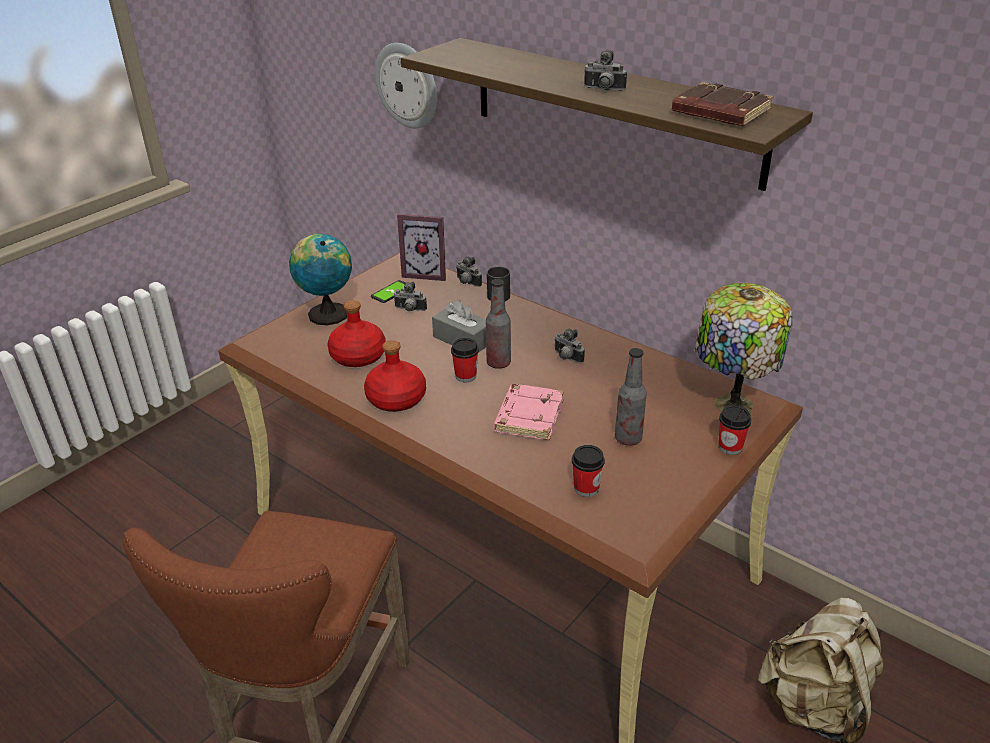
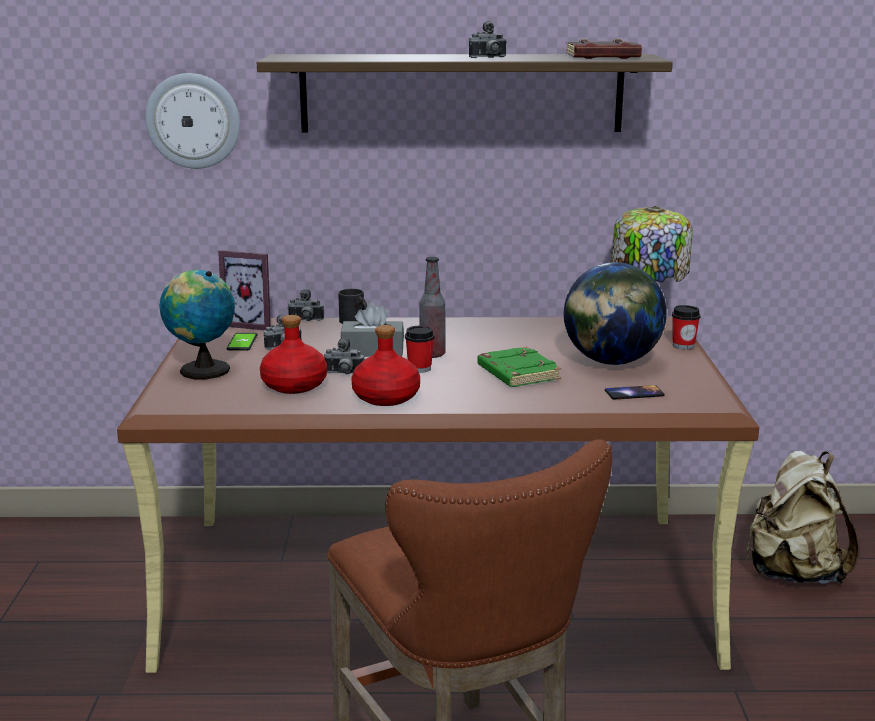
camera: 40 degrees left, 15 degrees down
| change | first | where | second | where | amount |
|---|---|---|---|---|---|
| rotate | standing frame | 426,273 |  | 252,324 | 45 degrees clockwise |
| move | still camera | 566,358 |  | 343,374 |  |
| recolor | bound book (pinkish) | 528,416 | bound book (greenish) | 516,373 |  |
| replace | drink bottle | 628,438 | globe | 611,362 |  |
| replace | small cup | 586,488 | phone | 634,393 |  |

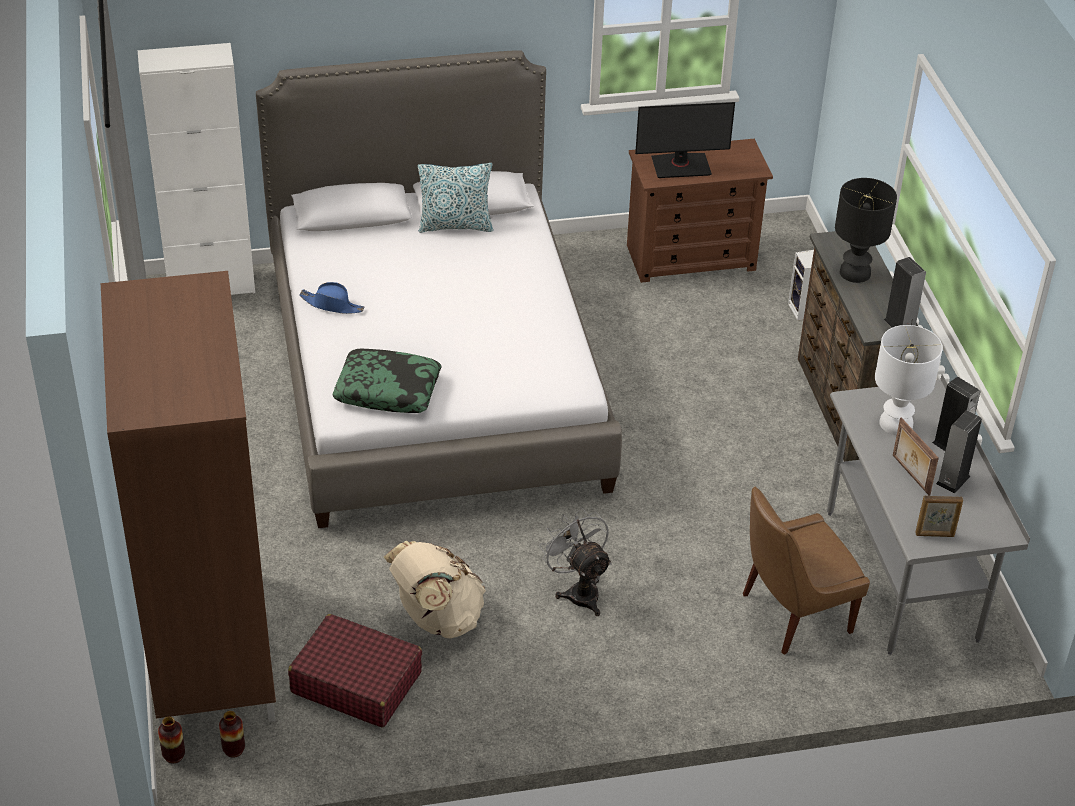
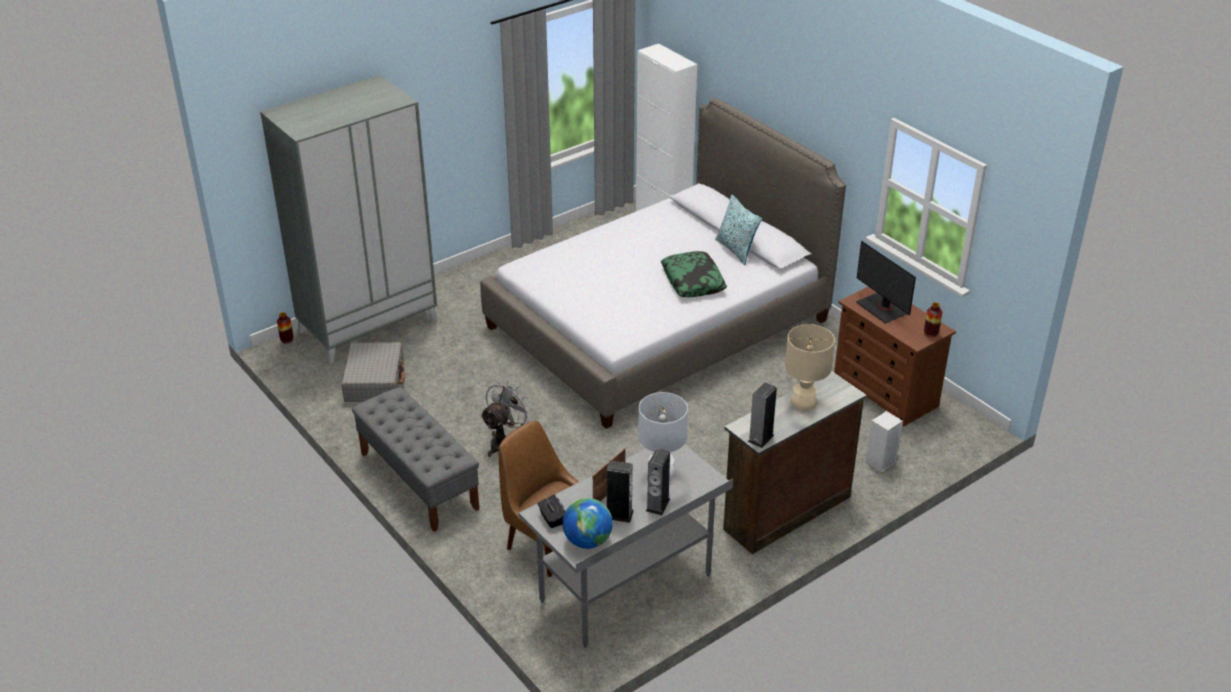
camera: 65 degrees right, 5 degrees down
| change | first | where | second | where | amount |
|---|---|---|---|---|---|
| recolor | wardrobe (brown) | 210,650 | wardrobe (gray) | 368,325 |  |
| recolor | piece of luggage (reddish) | 356,682 | piece of luggage (gray) | 375,381 |  |
| insert |  |  | bench (gray) | 418,481 |  |
| replace | standing frame | 935,535 | tissue holder (blackish) | 552,518 |  |
| insert |  |  | globe | 587,541 |  |
| move | throw pillow | 388,390 |  | 693,281 |  |
| recolor | lamp for a table (blackish) | 855,272 | lamp for a table (sand-coloured) | 804,402 |  |
| move | decorative vase | 234,750 |  | 931,333 |  |
| delete | clothing hat (bluish) | 332,305 |  |  |  |
| delete | knapsack (sand-coloured) | 436,618 |  |  |  |

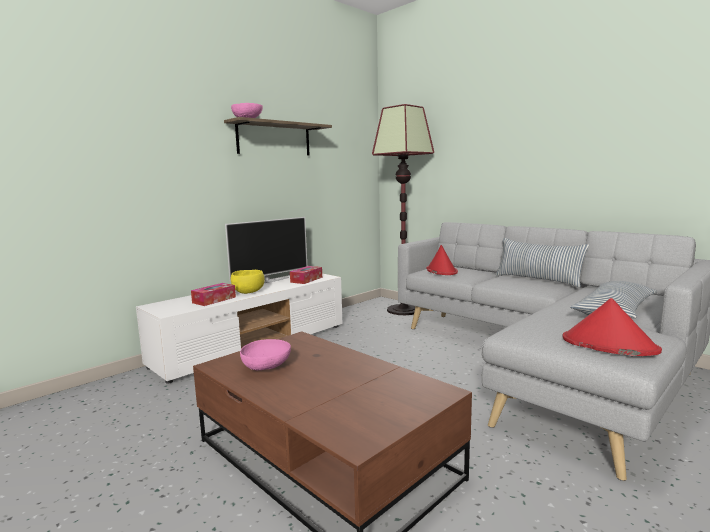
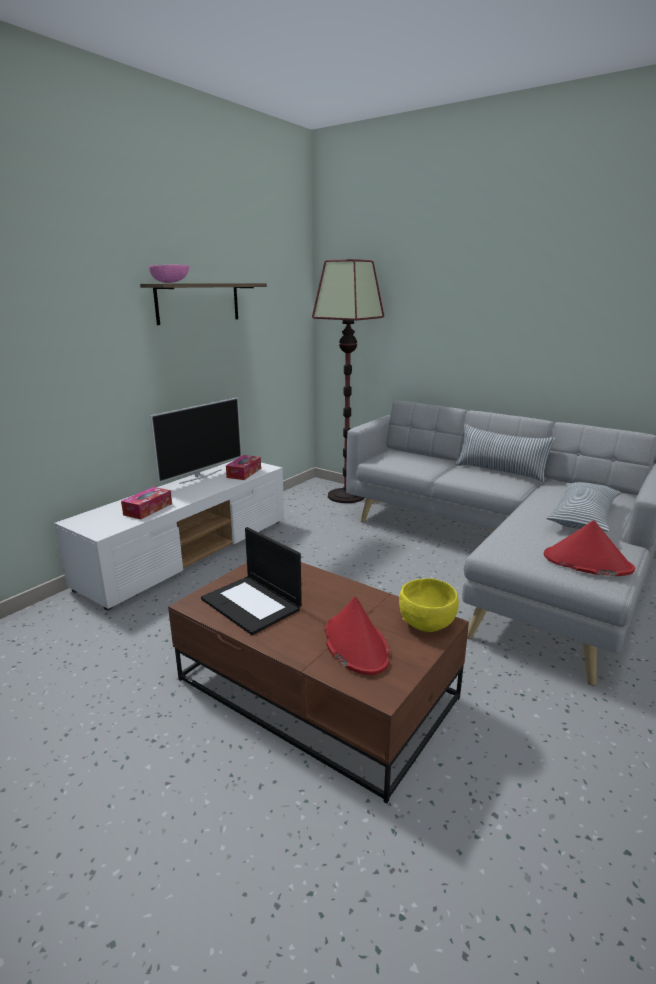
camera: 10 degrees left, 10 degrees up
| change | first | where | second | where | amount |
|---|---|---|---|---|---|
| replace | serving bowl (pinkish) | 267,368 | portable computer | 252,604 |  |
| move | clothing hat (reddish) | 441,271 |  | 355,644 |  |
| move | serving bowl (yellowish) | 249,292 |  | 427,622 |  |

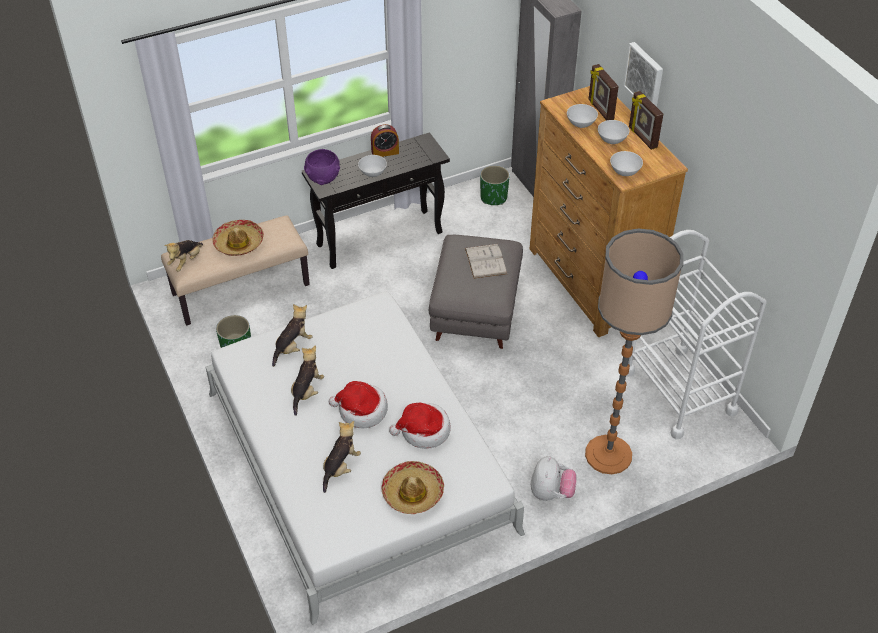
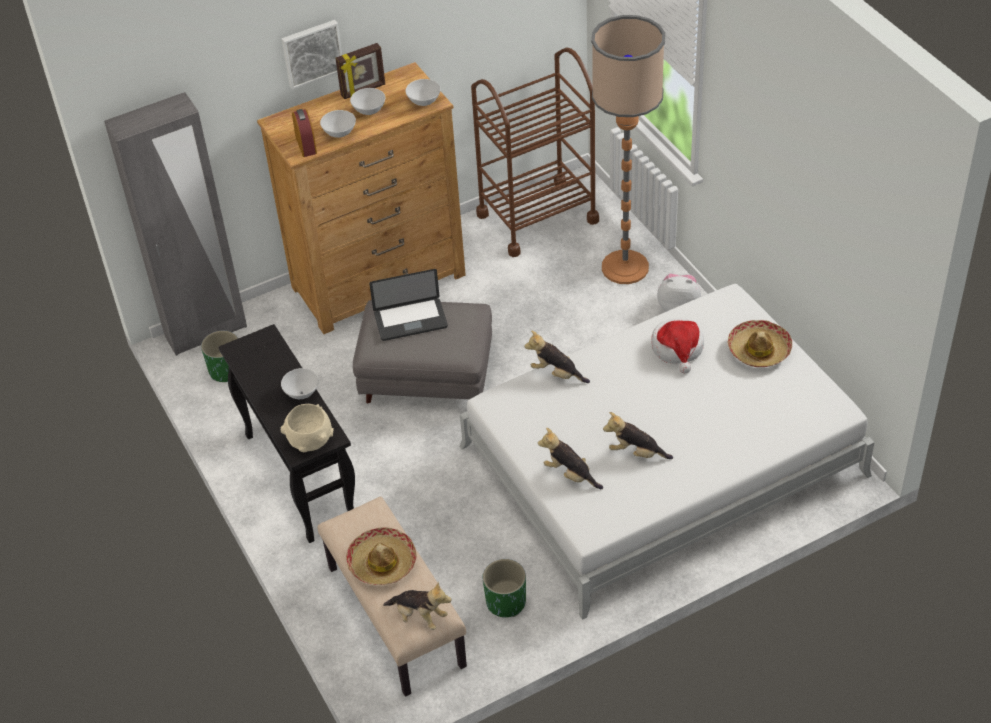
camera: 90 degrees left, 0 degrees up
| change | first | where | second | where | amount |
|---|---|---|---|---|---|
| recolor | serving bowl (purple-coloured) | 323,178 | serving bowl (sand-coloured) | 310,442 |  |
| move | table clock | 385,152 |  | 306,145 |  |
| replace | bound book (white-coloured) | 485,261 | portable computer | 410,320 |  |
| recolor | wheeled cart (white-coloured) | 679,391 | wheeled cart (brown) | 537,217 |  |
| move | cuddly toy | 340,467 |  | 556,373 |  |
| delete | clothing hat | 361,411 |  |  |  |
| delete | standing frame | 600,110 |  |  |  |

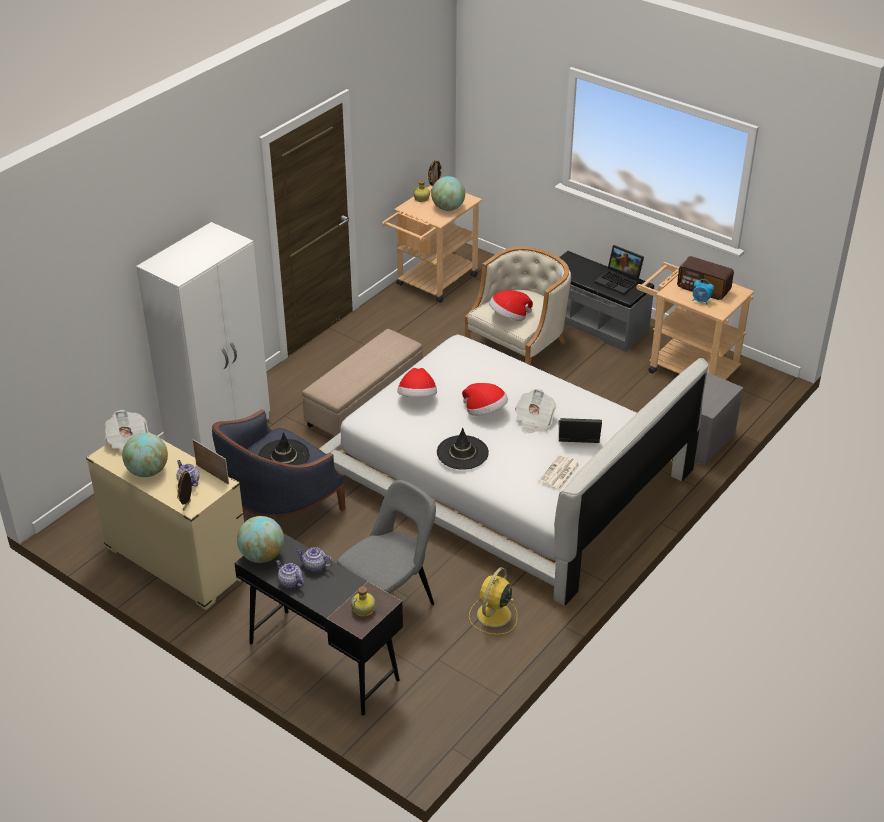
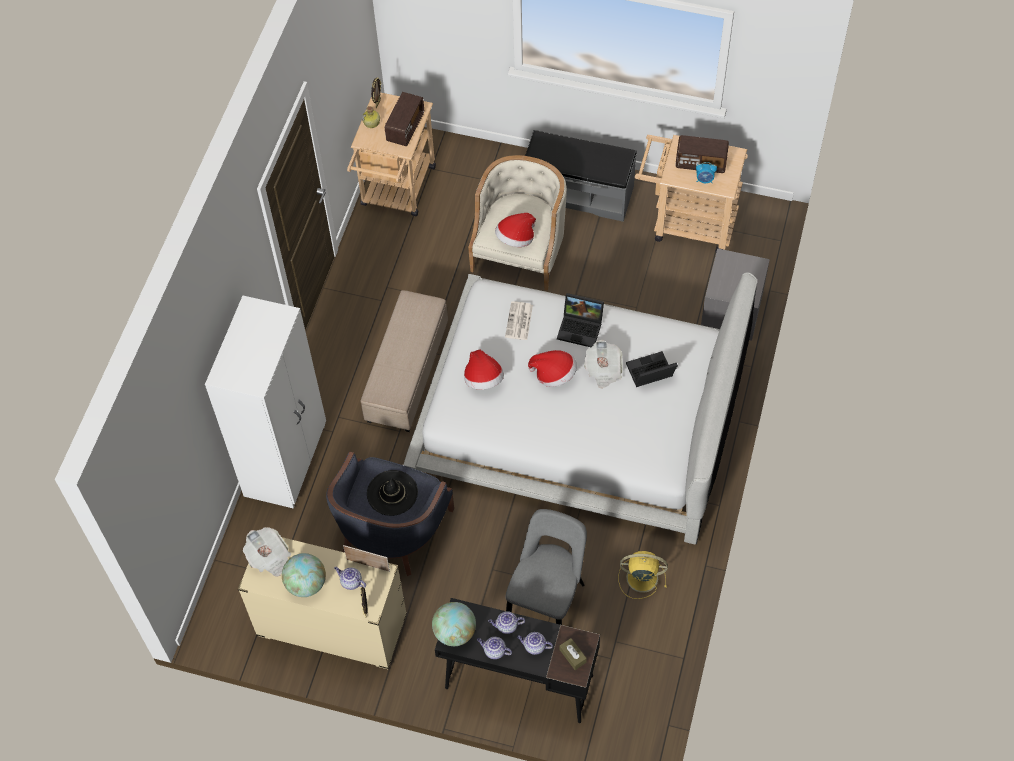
camera: 20 degrees left, 20 degrees up
| change | first | where | second | where | amount |
|---|---|---|---|---|---|
| replace | globe | 448,208 | radio set | 405,128 |  |
| move | newspaper | 559,473 |  | 519,321 |  |
| insert |  |  | teapot | 534,646 |  |
| move | portable computer | 619,281 |  | 581,328 |  |
| replace | drink bottle | 364,609 | tissue holder (brown) | 572,656 |  |
| rotate | cooling fan (yellowish) | 493,615 |  | 640,577 | 90 degrees clockwise |
| delete | clothing hat (blackish) | 462,453 |  |  |  |

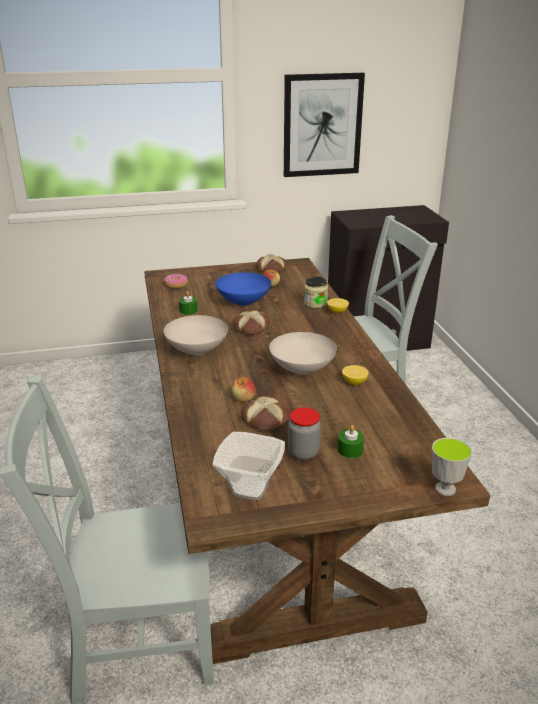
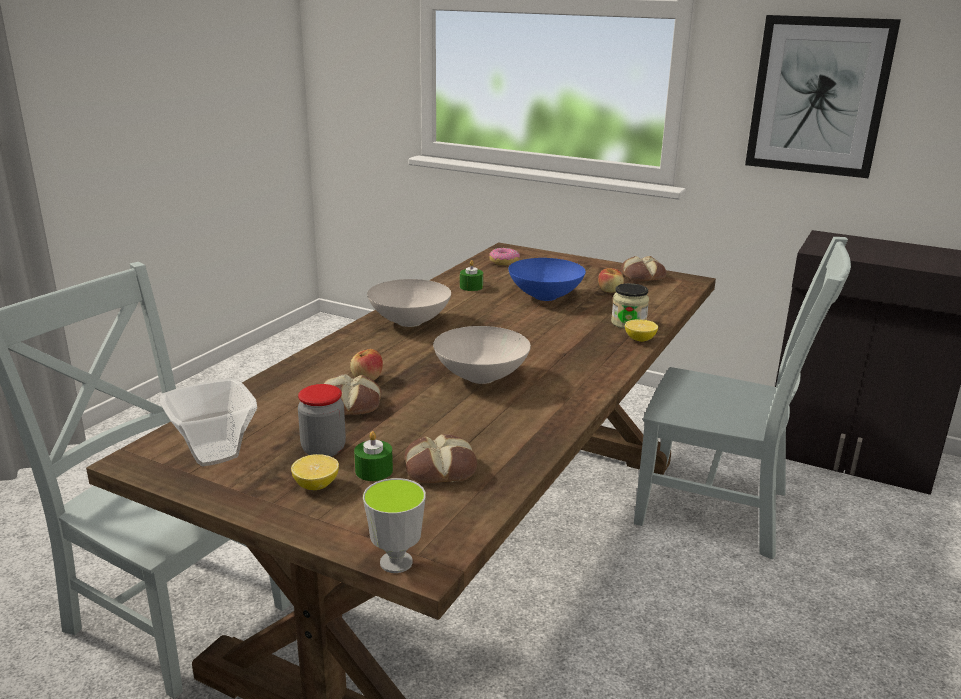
camera: 40 degrees right, 5 degrees down
| change | first | where | second | where | amount |
|---|---|---|---|---|---|
| move | citrus fruit | 354,382 |  | 316,485 |  |
| move | bakery bread | 250,327 |  | 440,468 |  |

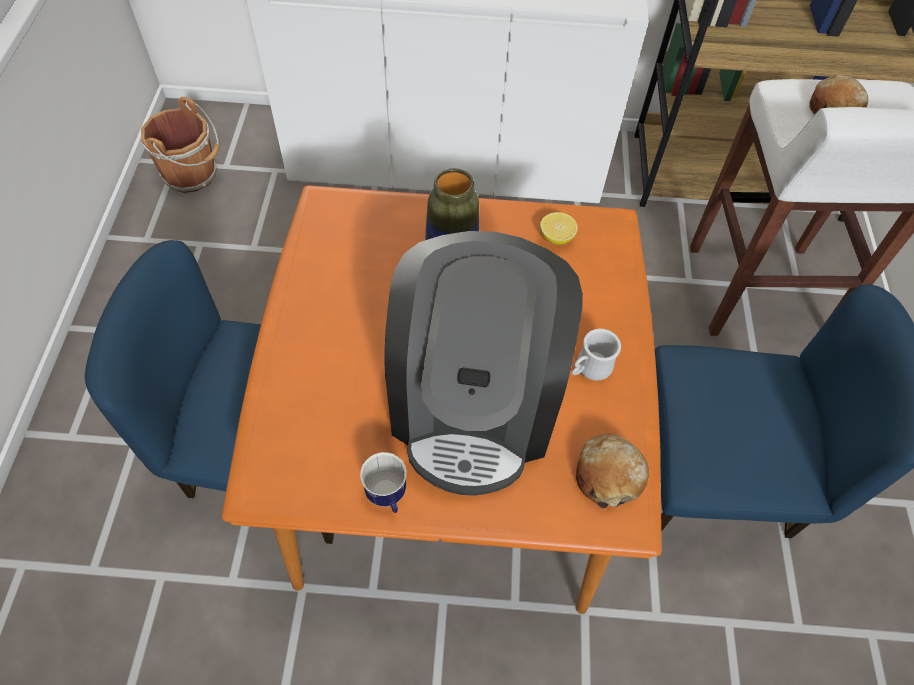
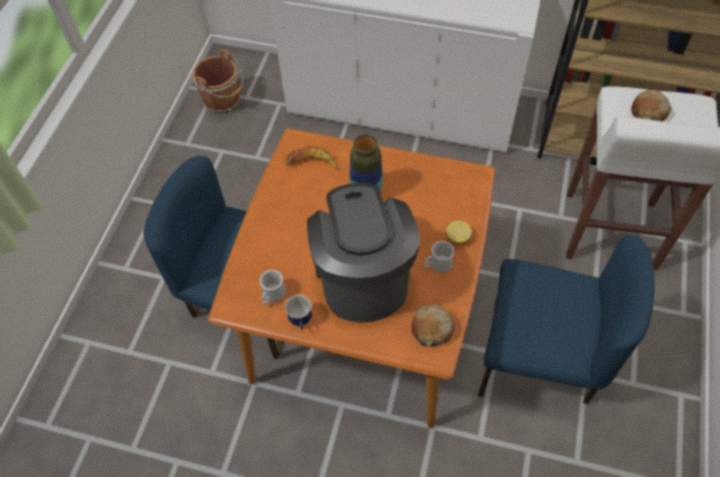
camera: 15 degrees right, 0 degrees up
| change | first | where | second | where | amount |
|---|---|---|---|---|---|
| insert |  |  | tea mug (white-coloured) | 272,295 |  |
| insert |  |  | whole banana | 311,163 |  |
| rotate | coffee maker | 474,404 |  | 362,276 | 150 degrees clockwise |
| move | citrus fruit | 556,237 |  | 457,237 |  |

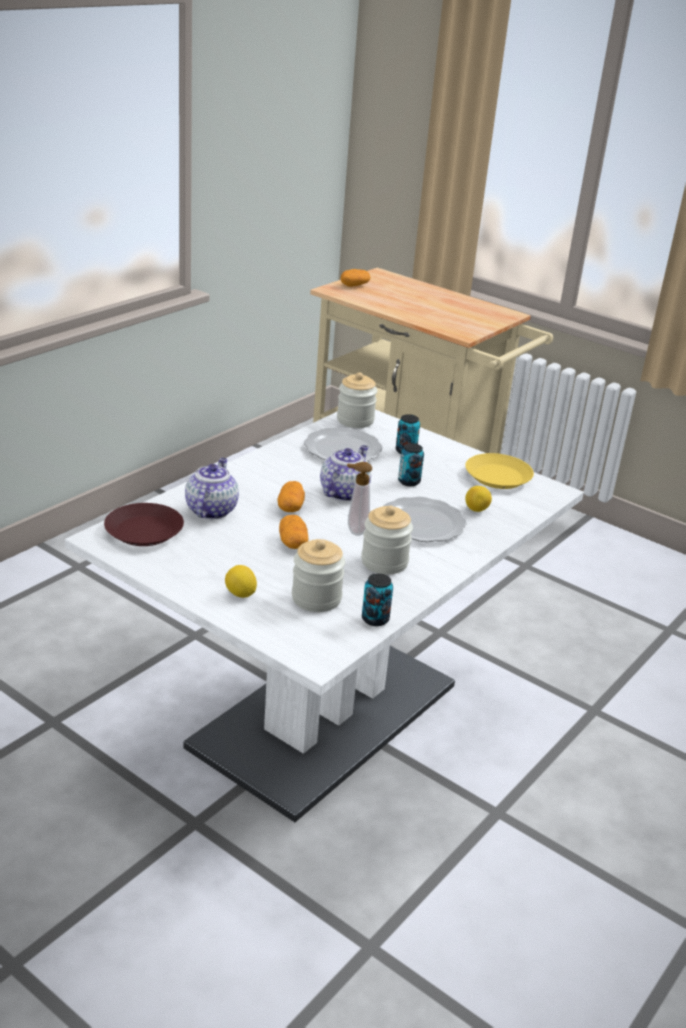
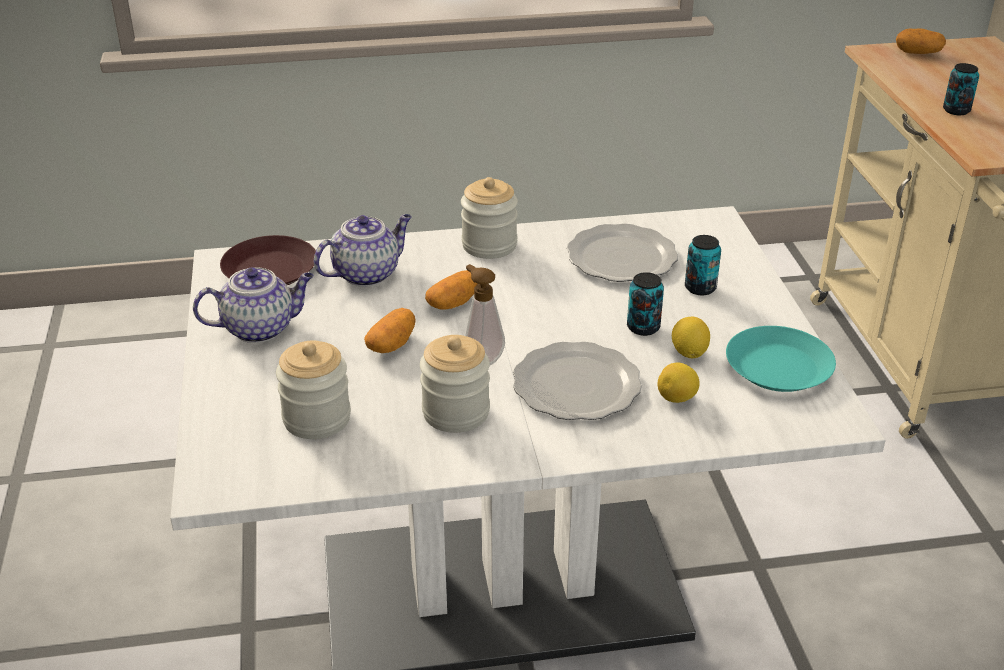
camera: 45 degrees right, 5 degrees up
| change | first | where | second | where | amount |
|---|---|---|---|---|---|
| move | teapot | 344,492 |  | 260,328 |  |
| move | jar | 355,420 |  | 489,245 |  |
| move | citrus fruit | 240,594 |  | 689,353 |  |
| recolor | flat dish (yellowish) | 497,477 | flat dish (blue-green) | 778,367 |  |
| move | sealed can | 375,619 |  | 956,110 |  |

